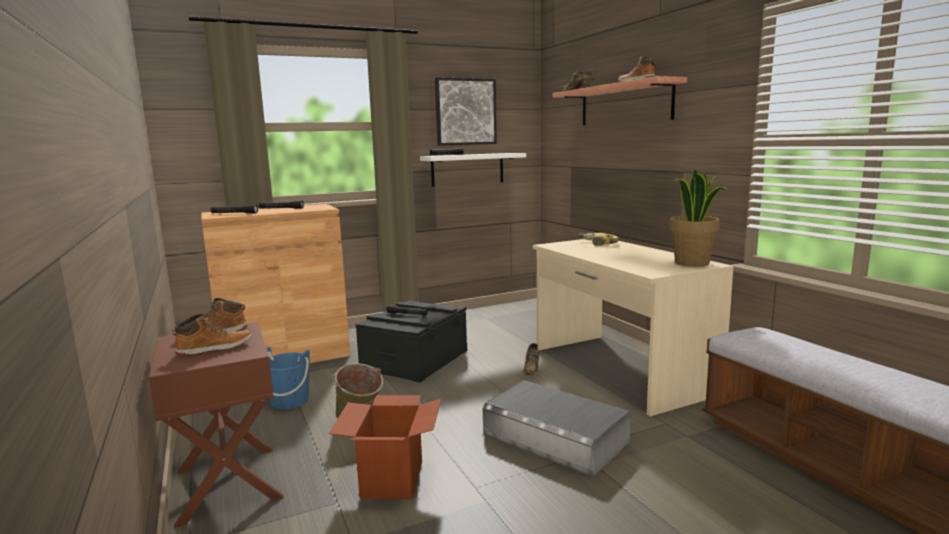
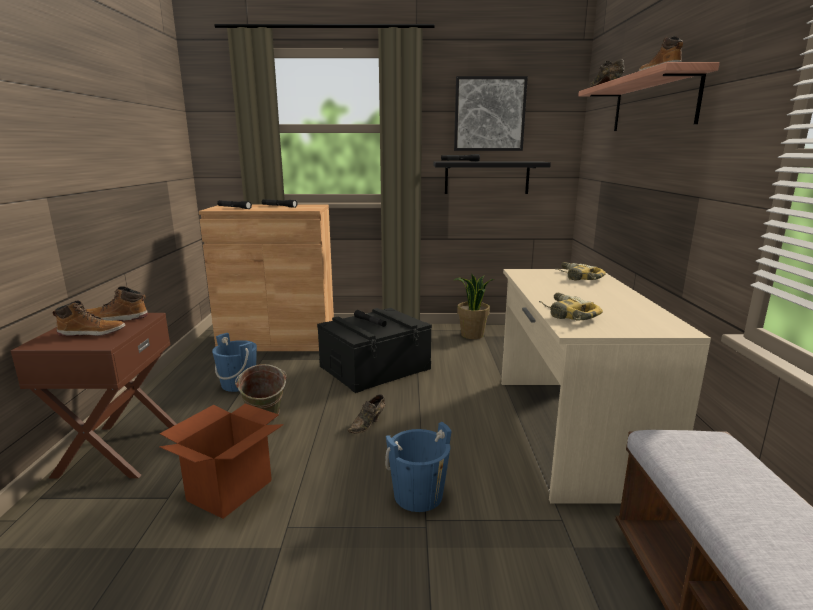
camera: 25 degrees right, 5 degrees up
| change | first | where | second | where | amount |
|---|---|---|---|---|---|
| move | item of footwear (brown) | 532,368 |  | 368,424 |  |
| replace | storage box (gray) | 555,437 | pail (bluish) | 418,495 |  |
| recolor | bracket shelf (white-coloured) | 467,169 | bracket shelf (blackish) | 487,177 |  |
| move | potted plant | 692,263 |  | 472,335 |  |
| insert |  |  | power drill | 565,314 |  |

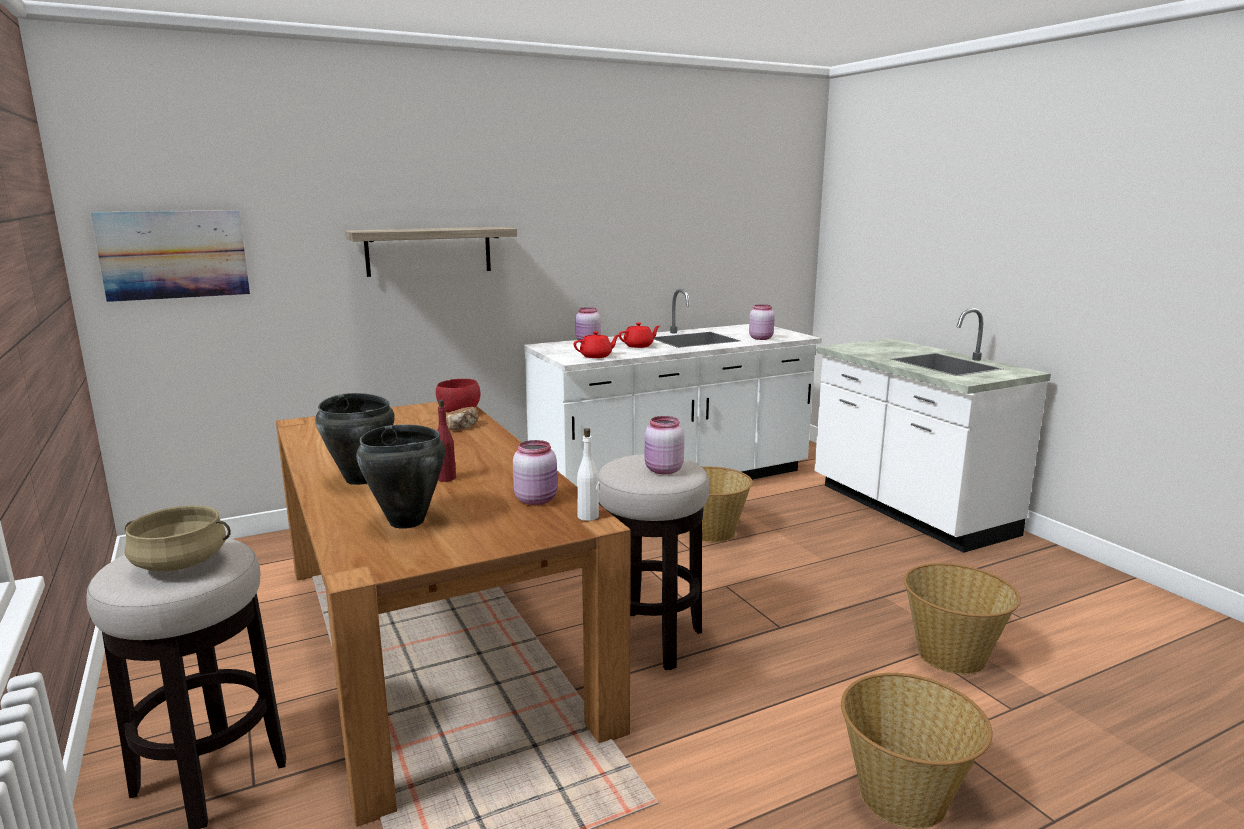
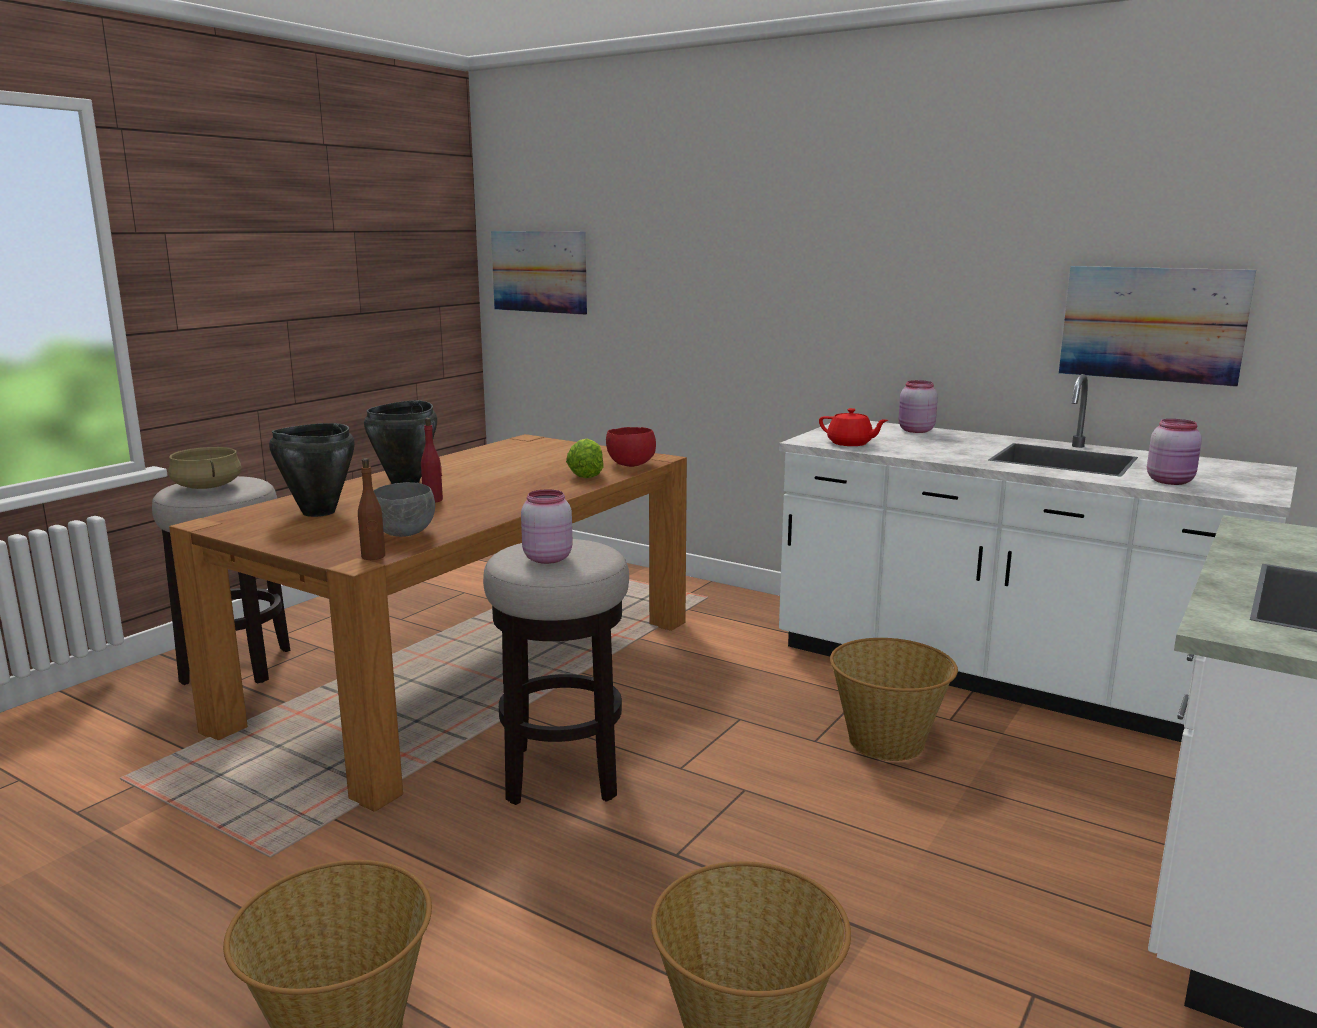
camera: 60 degrees right, 0 degrees up
| change | first | where | second | where | amount |
|---|---|---|---|---|---|
| recolor | drink bottle (white-coloured) | 588,516 | drink bottle (brown) | 373,556 |  |
| replace | jar (pinkish) | 537,499 | serving bowl (gray) | 405,534 |  |
| replace | bakery bread | 462,427 | lettuce | 586,475 |  |
| insert |  |  | wall picture | 1152,324 |  |
| delete | bracket shelf | 429,251 |  |  |  |
| delete | teapot (reddish) | 639,346 |  |  |  |

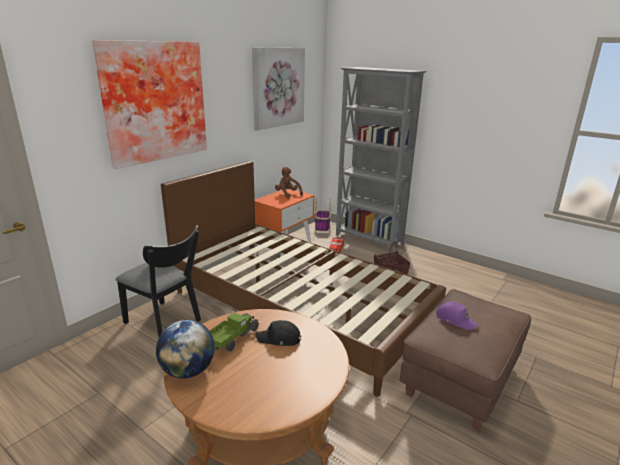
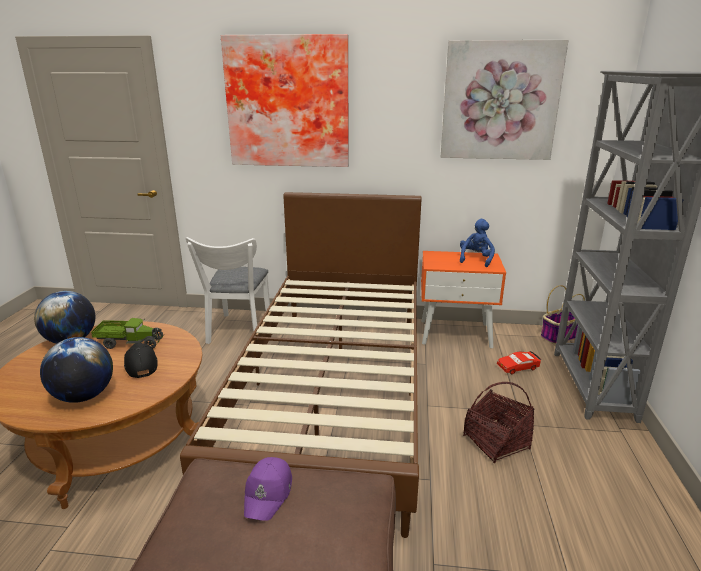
camera: 60 degrees right, 0 degrees up
| change | first | where | second | where | amount |
|---|---|---|---|---|---|
| insert |  |  | globe | 84,396 |  |
| recolor | chair (blackish) | 166,323 | chair (white-coloured) | 238,332 |  |
| recolor | cuddly toy (brown) | 287,194 | cuddly toy (bluish) | 475,259 |  |

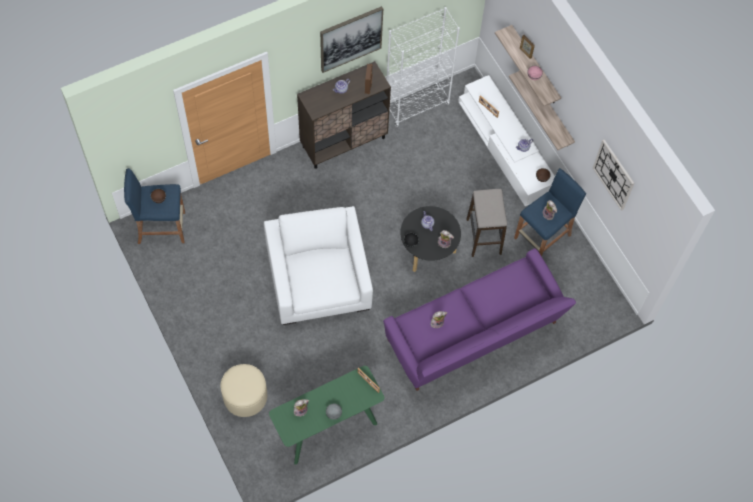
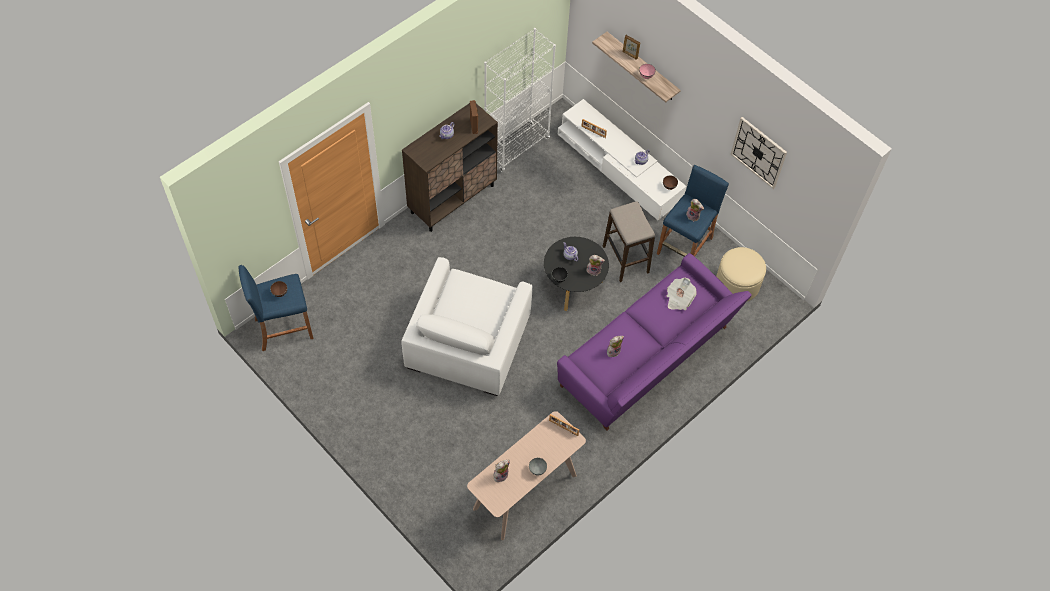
camera: 15 degrees left, 5 degrees down
| change | first | where | second | where | amount |
|---|---|---|---|---|---|
| rotate | easy chair (white-coloured) | 319,277 |  | 468,340 | 135 degrees counterclockwise |
| recolor | narrow table (greenish) | 327,427 | narrow table (sand-coloured) | 525,492 |  |
| insert |  |  | newspaper | 679,299 |  |
| move | footrest (sand-coloured) | 245,396 |  | 737,284 |  |
| delete | wall picture | 350,38 |  |  |  |
| delete | bracket shelf | 548,109 |  |  |  |

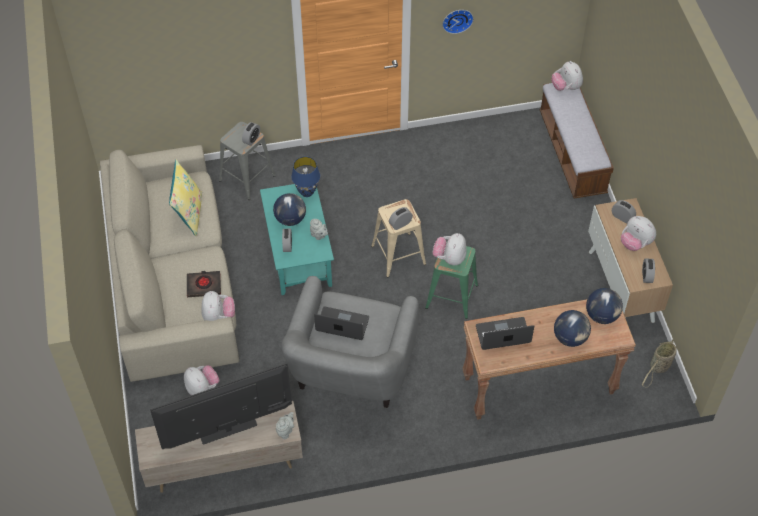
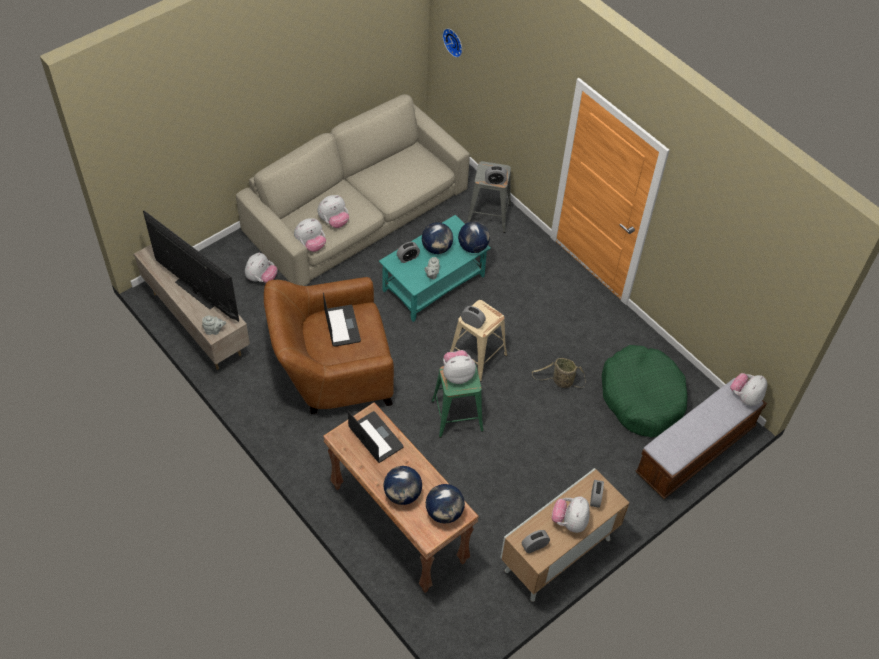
camera: 60 degrees right, 0 degrees up
| change | first | where | second | where | amount |
|---|---|---|---|---|---|
| recolor | easy chair (gray) | 350,372 | easy chair (brown) | 332,372 |  |
| replace | bound book (blackish) | 204,285 | cuddly toy | 334,221 |  |
| move | hanging clock | 457,19 |  | 454,41 |  |
| replace | lamp for a table (bluish) | 306,192 | globe | 473,247 |  |
| move | household basket | 658,367 |  | 561,381 |  |
| insert |  |  | dog cushion (greenish) | 642,397 |  |
| delete | throw pillow (yellowish) | 189,213 |  |  |  |

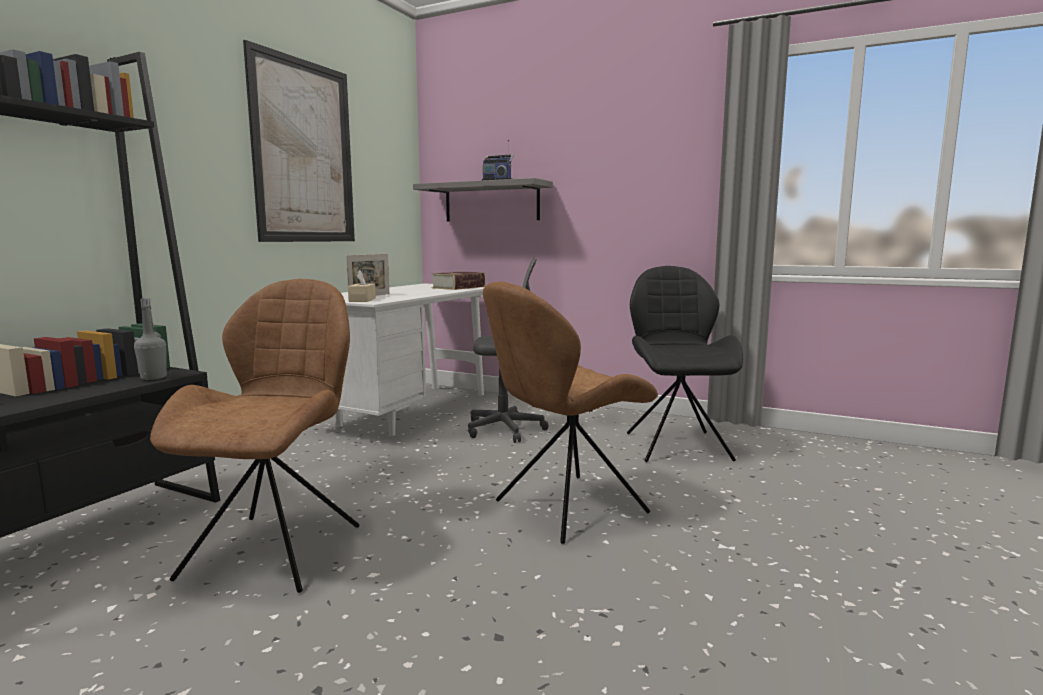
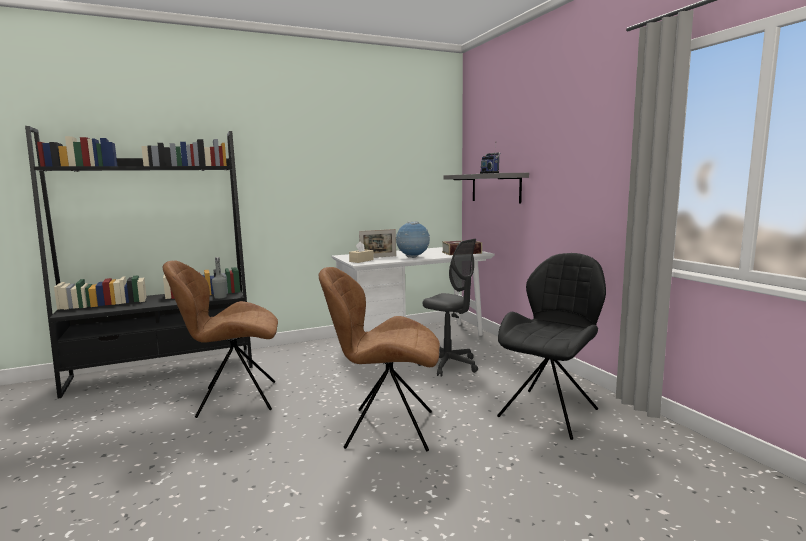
camera: 40 degrees right, 0 degrees up
| change | first | where | second | where | amount |
|---|---|---|---|---|---|
| rotate | chair (brown) | 277,548 |  | 234,399 | 150 degrees counterclockwise |
| insert |  |  | globe | 413,257 |  |
| delete | wall picture | 304,152 |  |  |  |

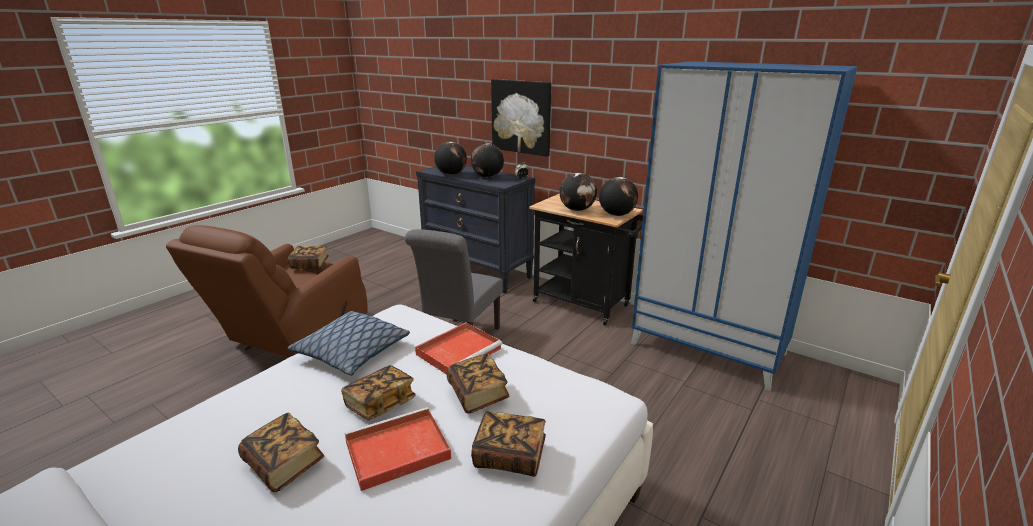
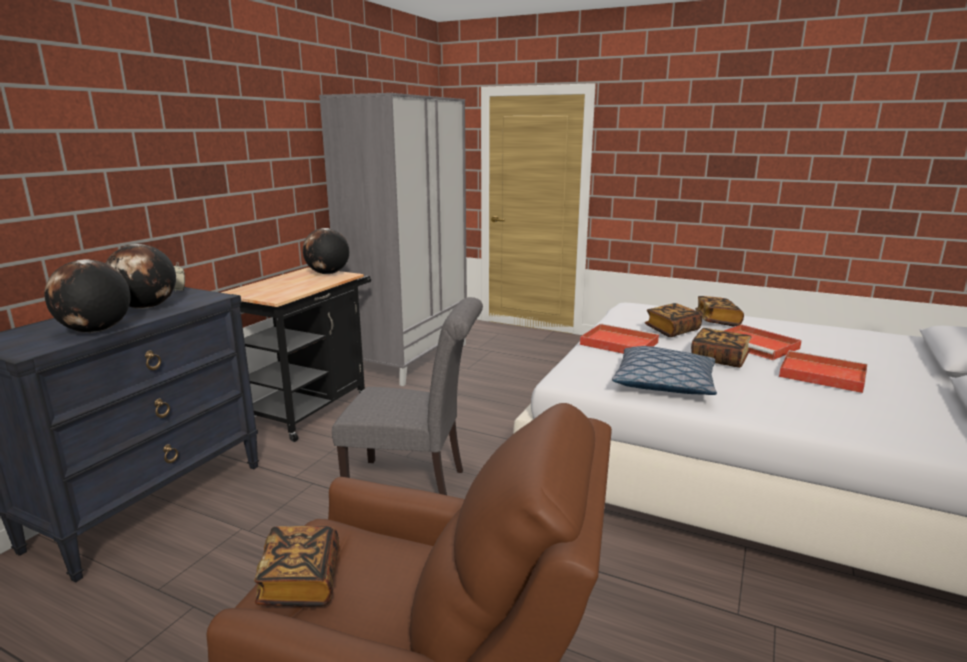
camera: 100 degrees left, 5 degrees down
| change | first | where | second | where | amount |
|---|---|---|---|---|---|
| recolor | wardrobe (bluish) | 708,348 | wardrobe (gray) | 408,357 |  |
| replace | bound book | 284,464 | carrying tray (reddish) | 820,374 |  |
| delete | wall picture | 521,117 |  |  |  |
| delete | globe | 577,210 |  |  |  |

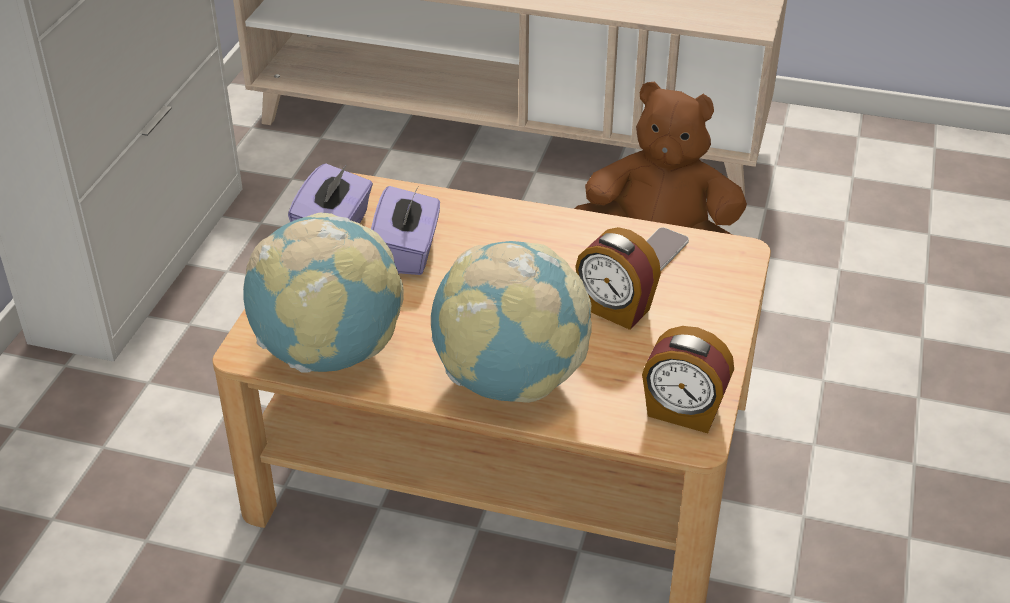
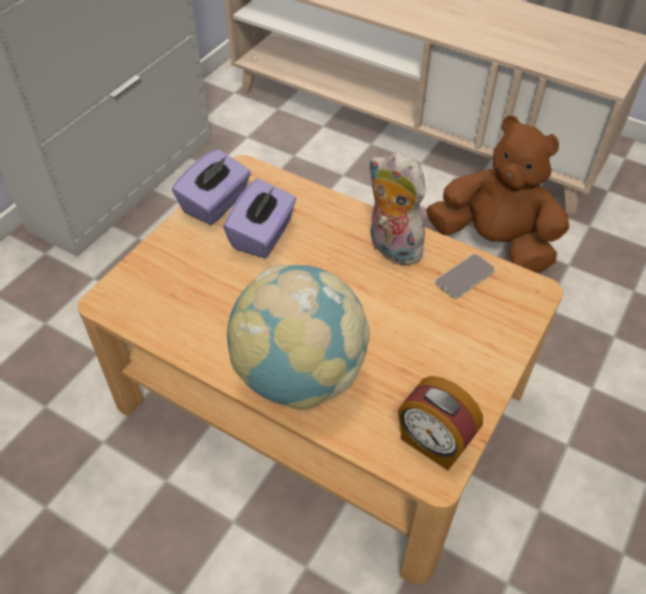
camera: 15 degrees right, 10 degrees up
| change | first | where | second | where | amount |
|---|---|---|---|---|---|
| insert |  |  | cuddly toy | 391,248 |  |
| delete | globe | 329,352 |  |  |  |
| delete | table clock | 614,310 |  |  |  |

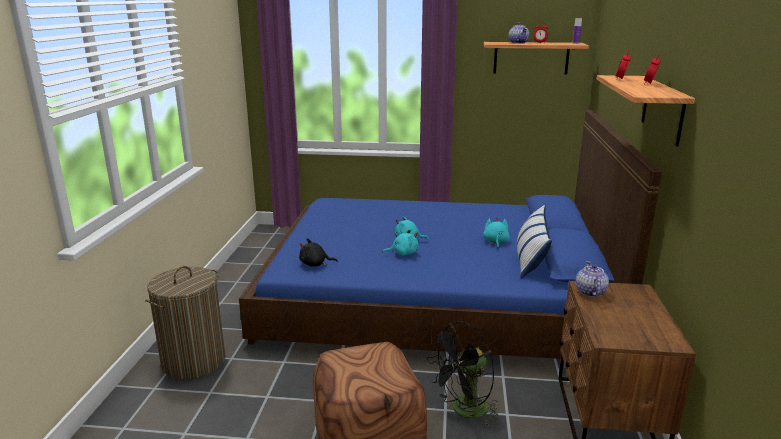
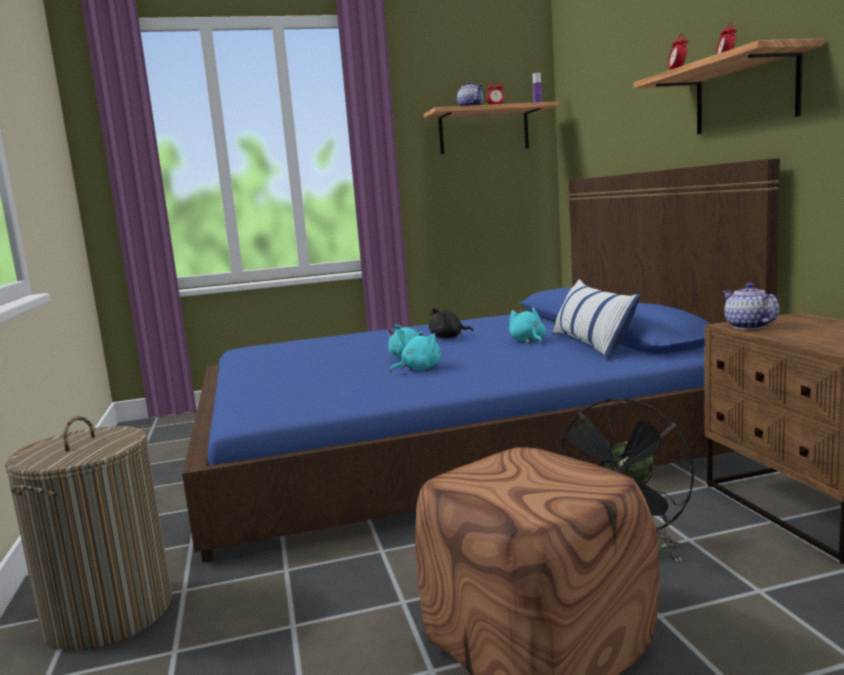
camera: 20 degrees left, 10 degrees down
| change | first | where | second | where | amount |
|---|---|---|---|---|---|
| move | cuddly toy (blackish) | 315,264 |  | 448,337 |  |

